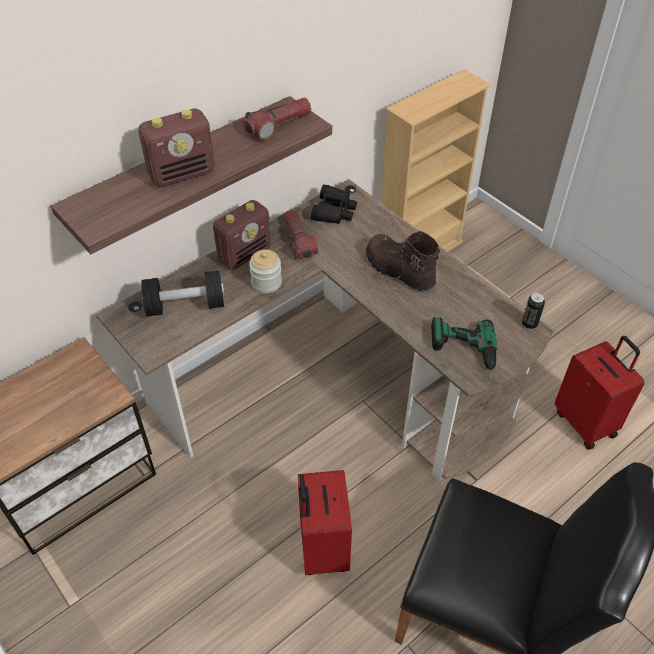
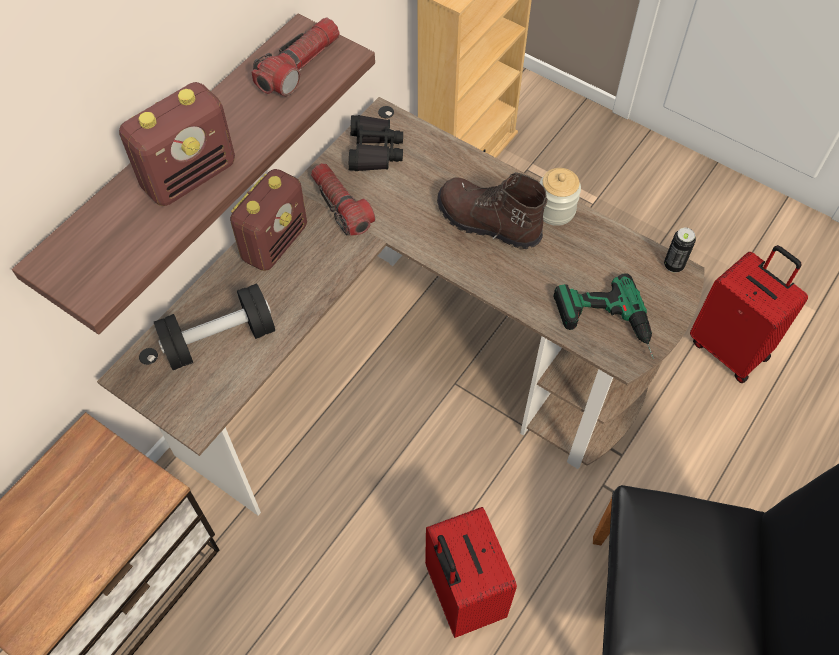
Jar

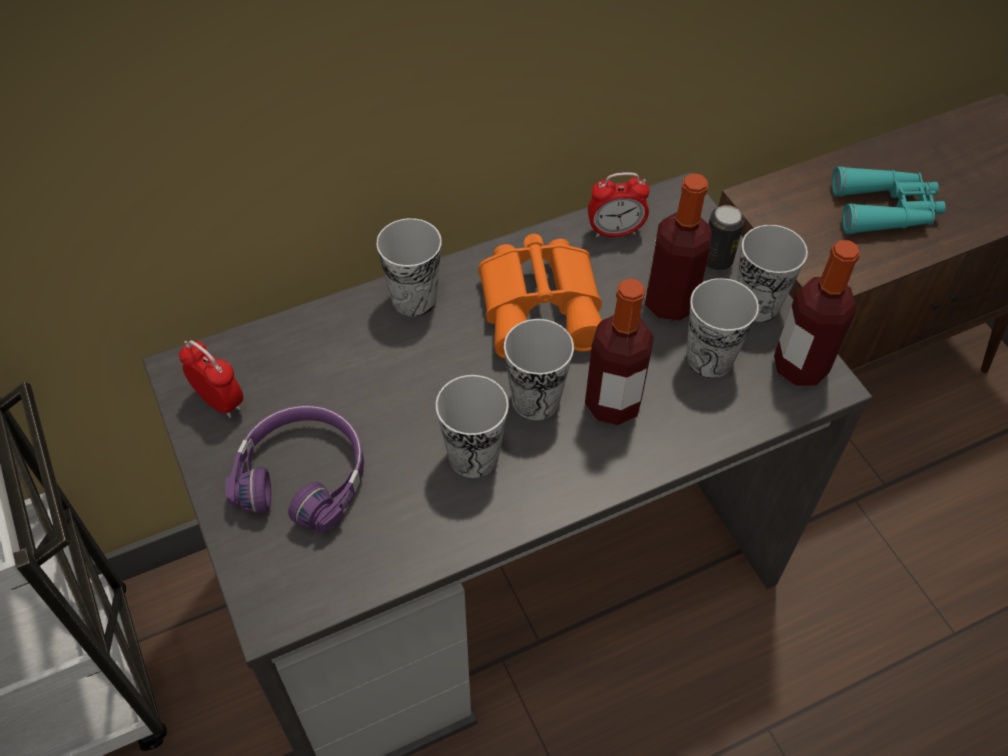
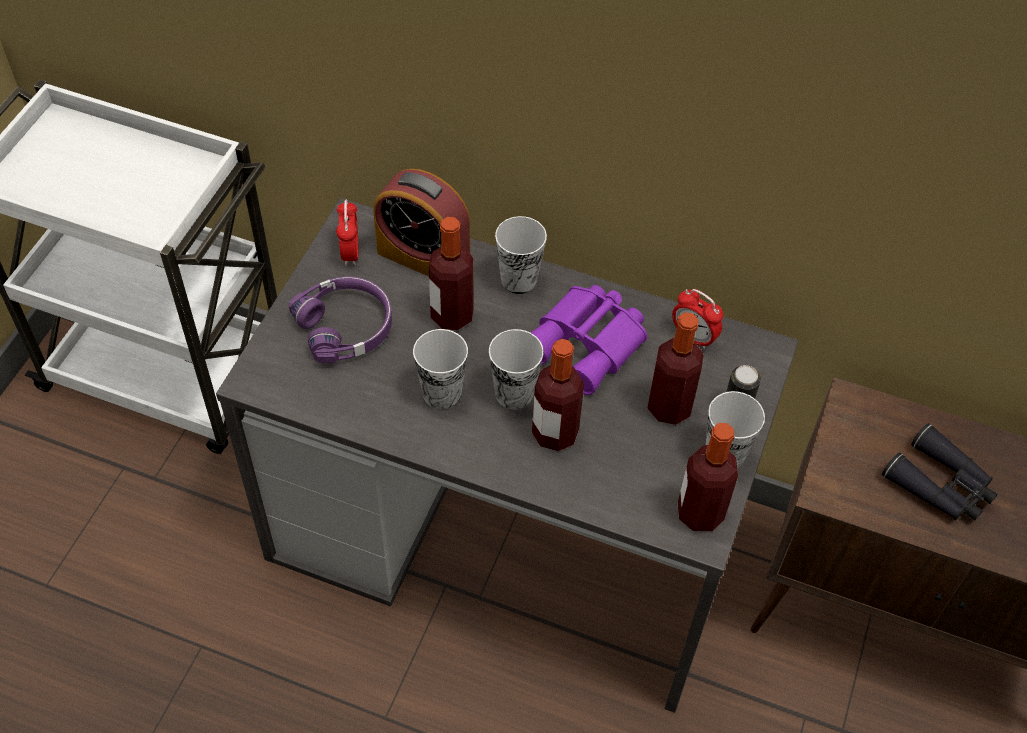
BlackBinoculars
PurpleBinoculars
Cup (4th from left in the first image)
AlarmClock (2nd from left)
Bottle (1st from left)

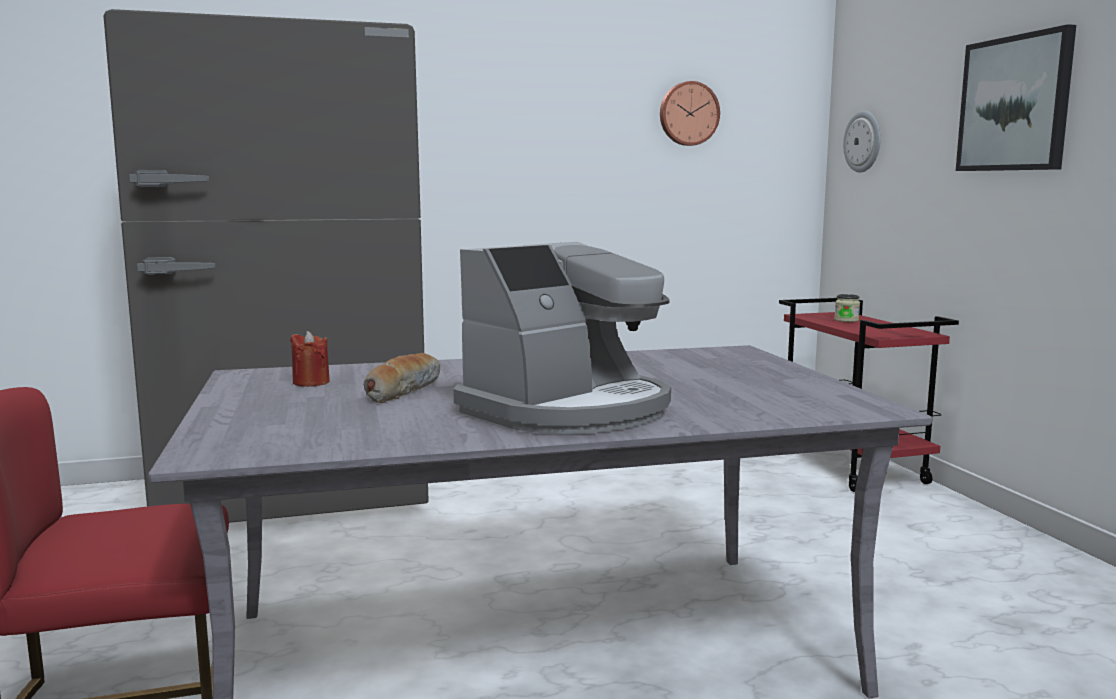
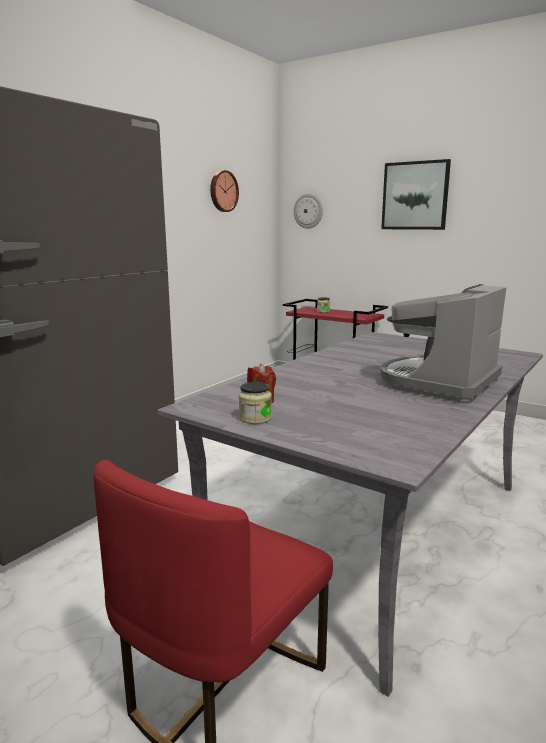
CoffeeMachine
Bread
Jar (1st from left)

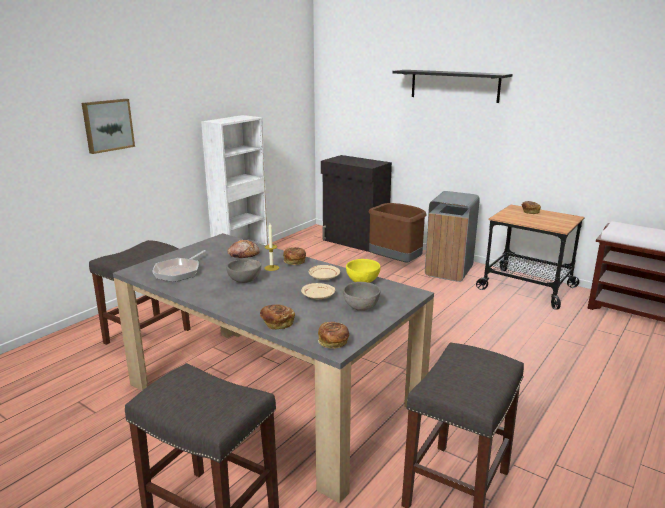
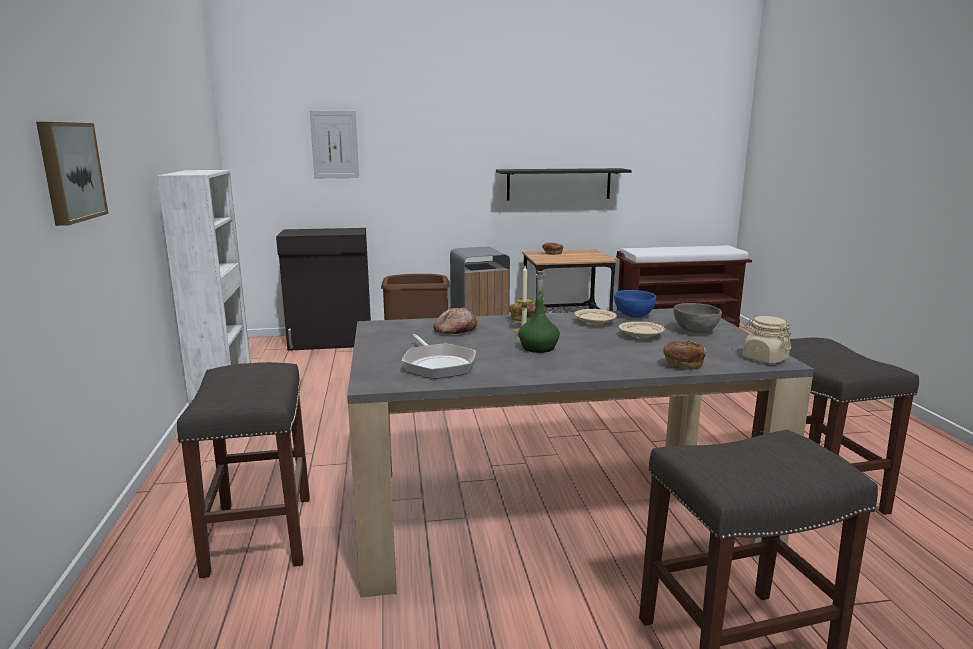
BlackShelf
GreenBottle
BlueBowl
BeigeJar
Picture (2nd from left)

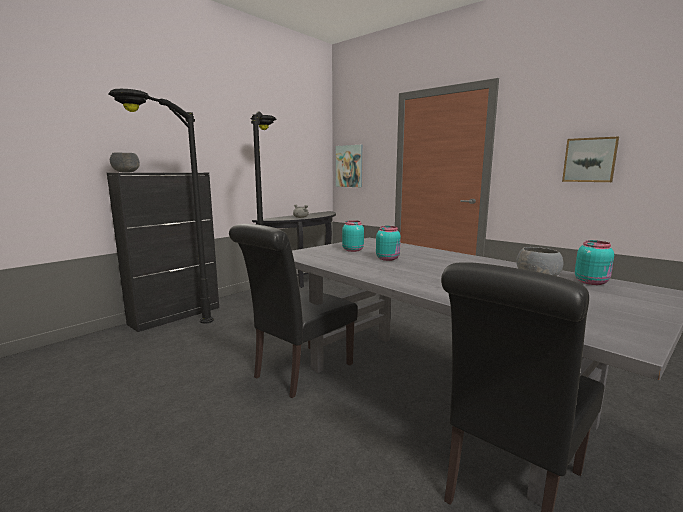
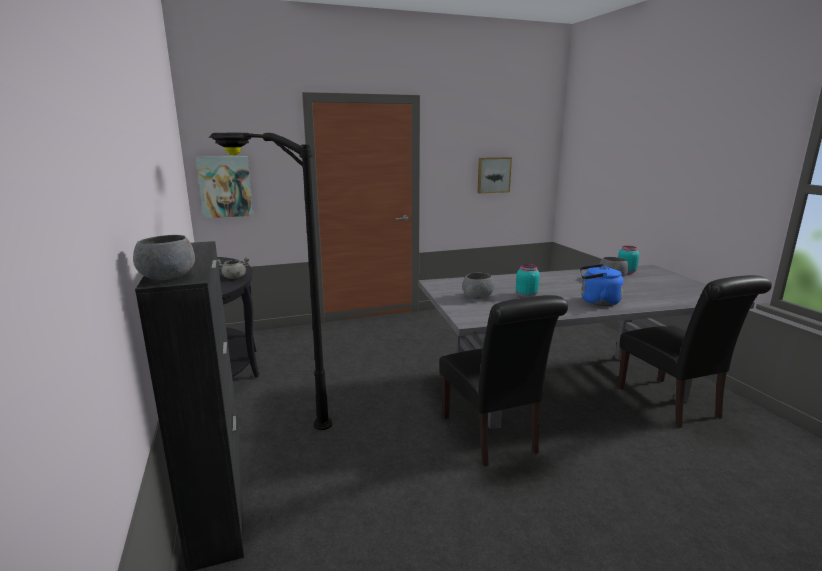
BlackFloorLamp (1st from left in the first image)
GreyBowl (2nd from left)
BlueKettle

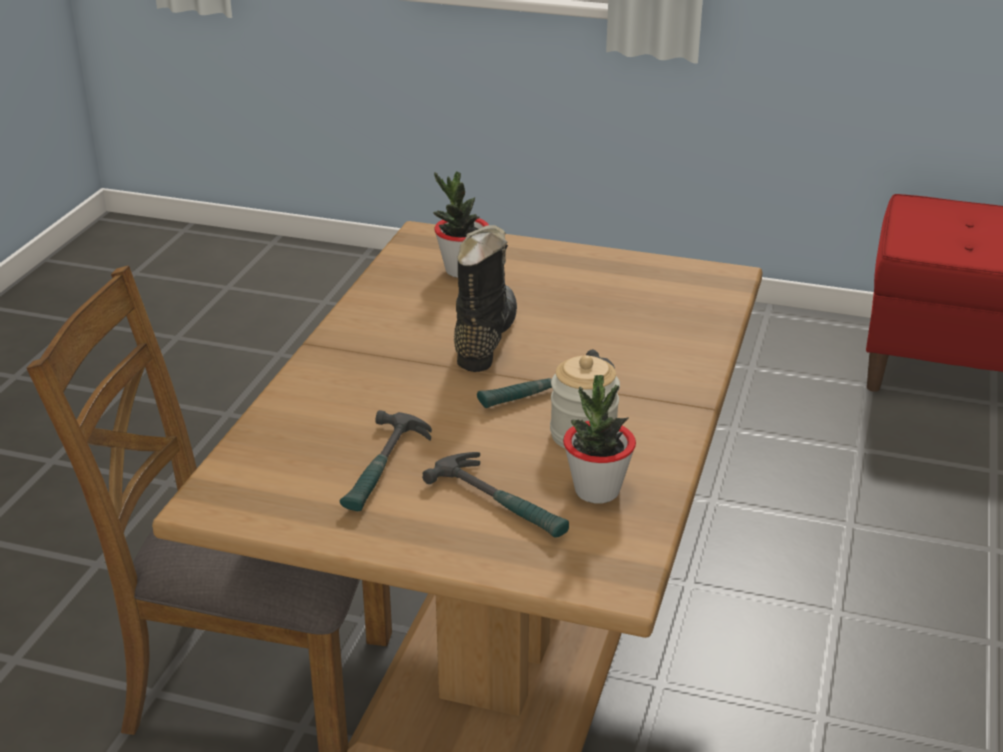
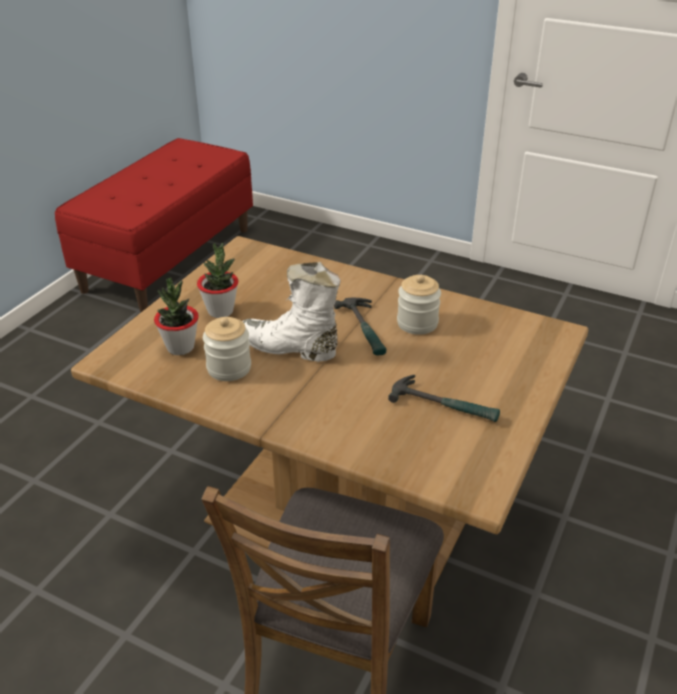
WhiteBoot
PottedPlant (2nd from left)
Hammer (2nd from left in the first image)
Jar (1st from left)

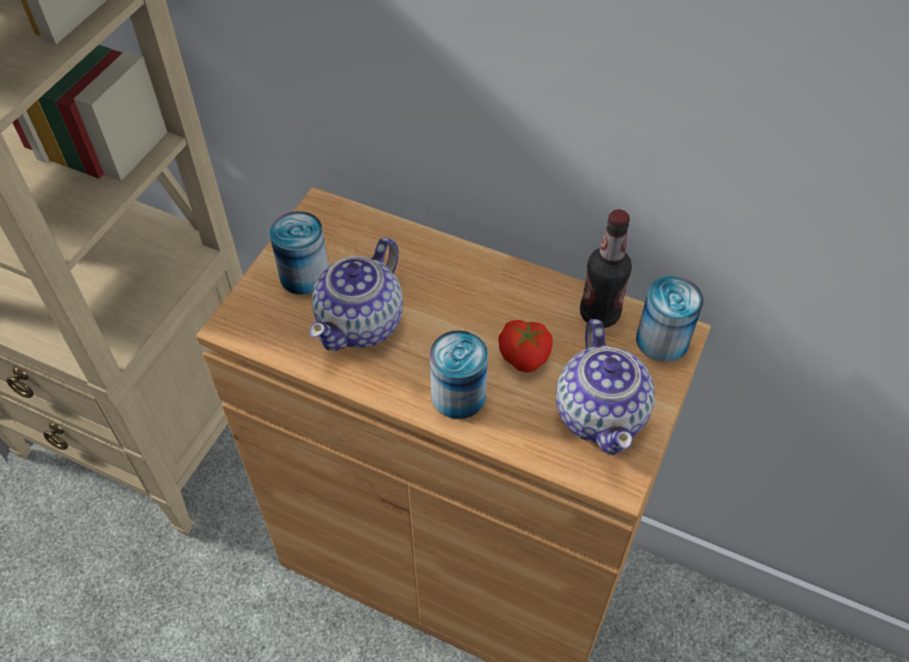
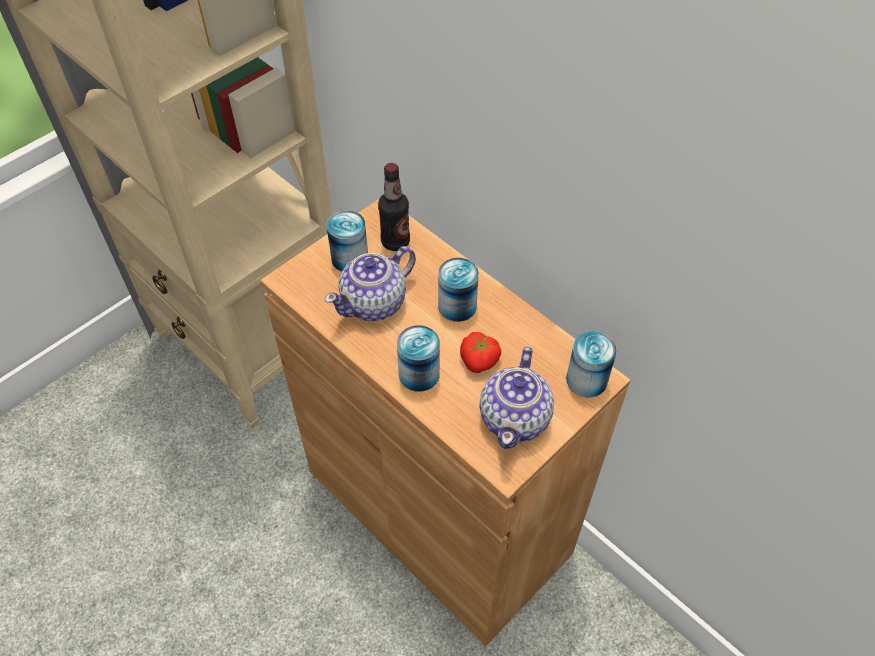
Bottle
Can (3rd from left)

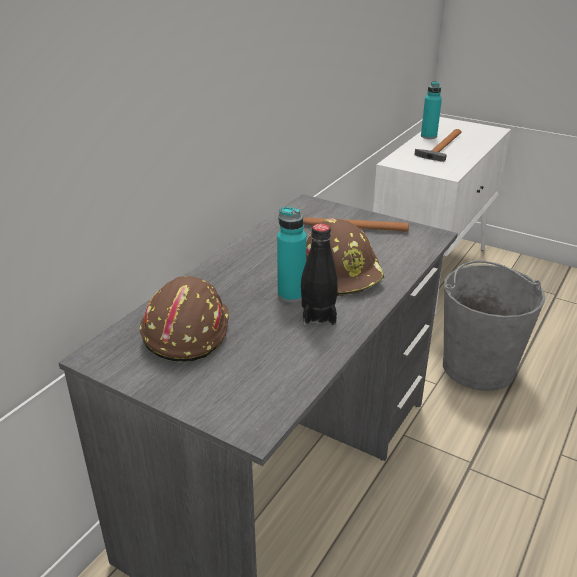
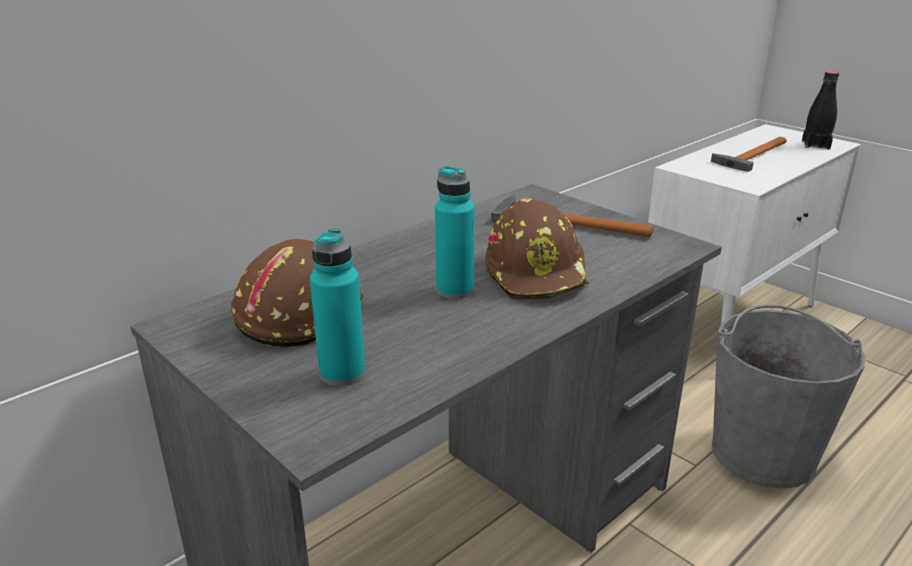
TurquoiseBottle (1st from left)
BlackBottle

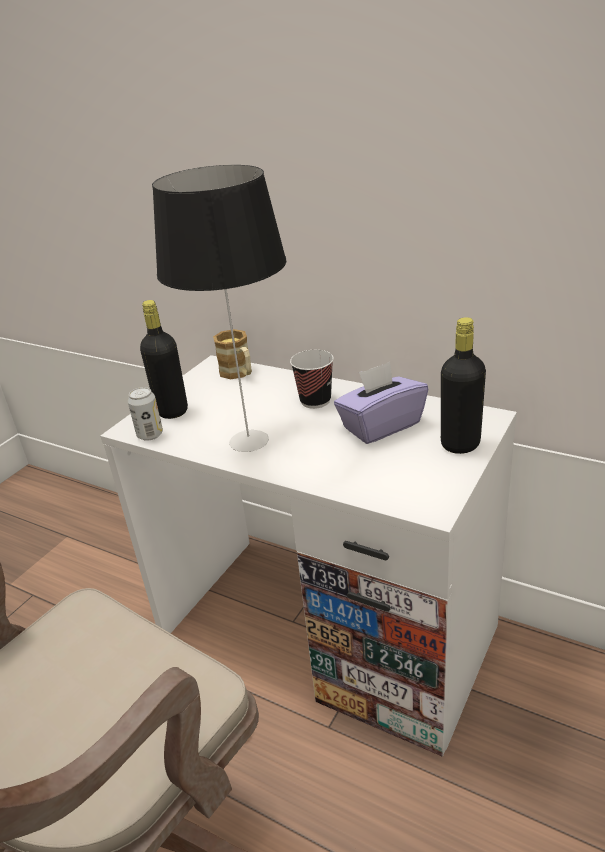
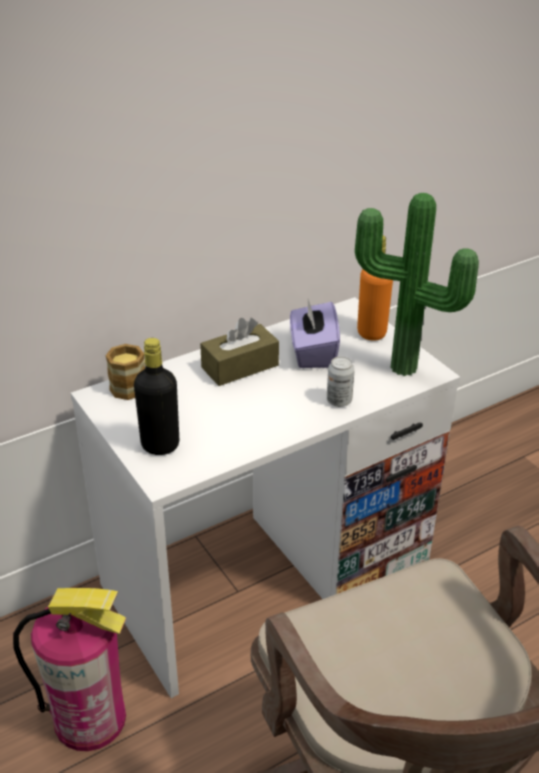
TableLamp
OrangeBottle
BrownTissueBox
Can
PottedPlant
FireExtinguisher

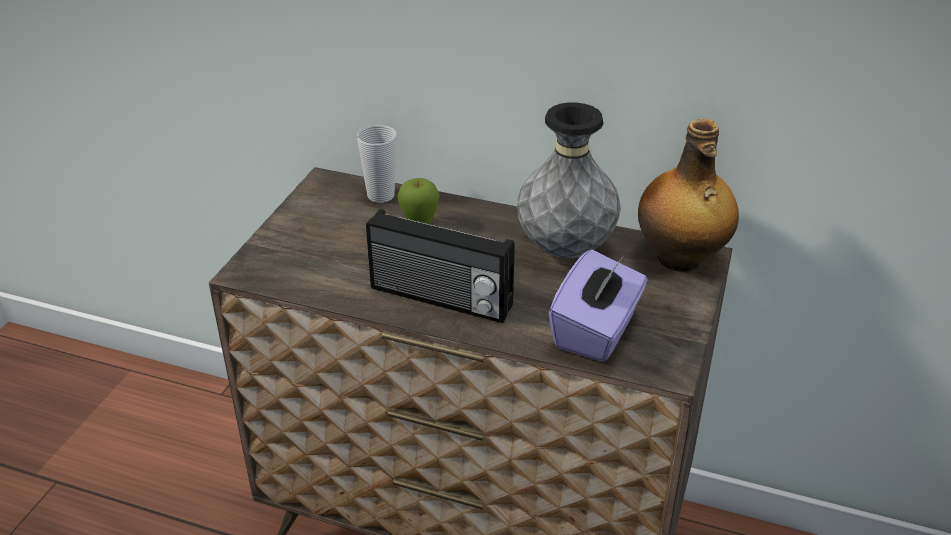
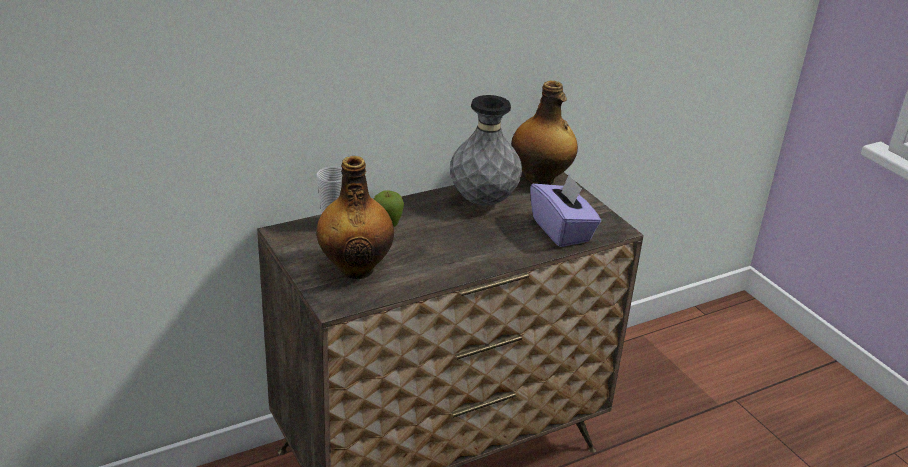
Radio
Bottle (1st from left)

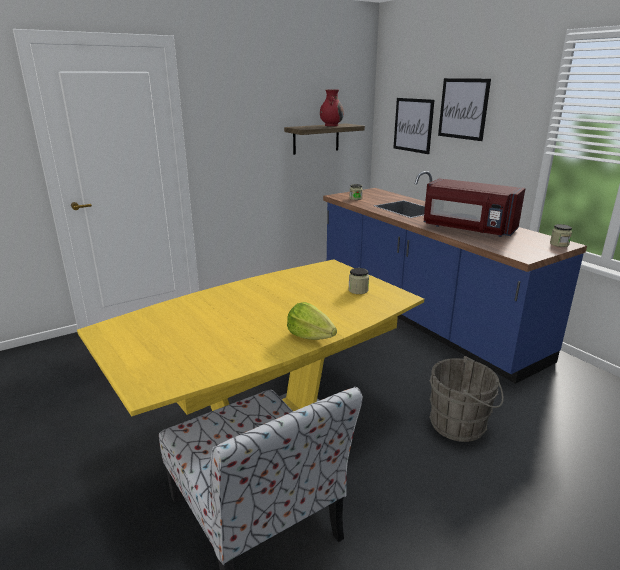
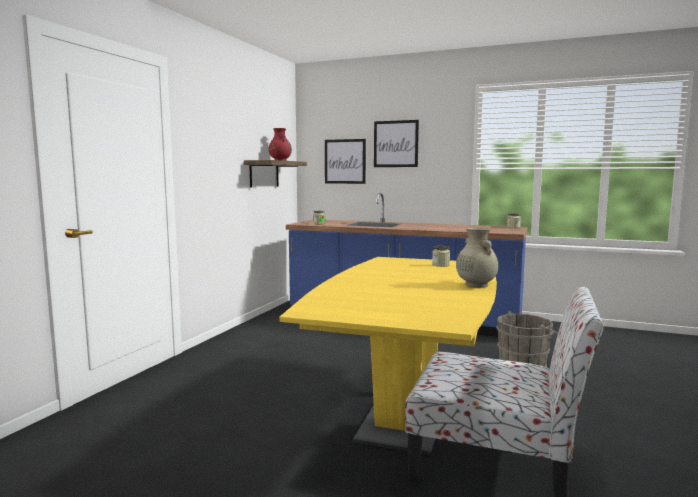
RedMicrowave
BeigeVase

